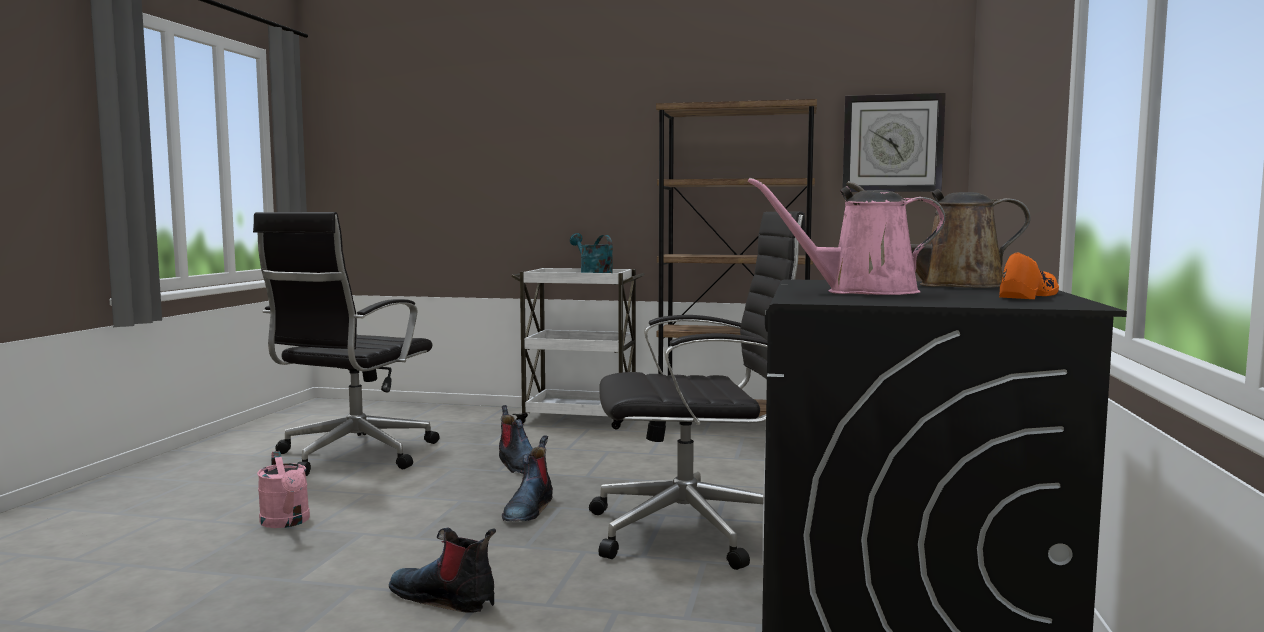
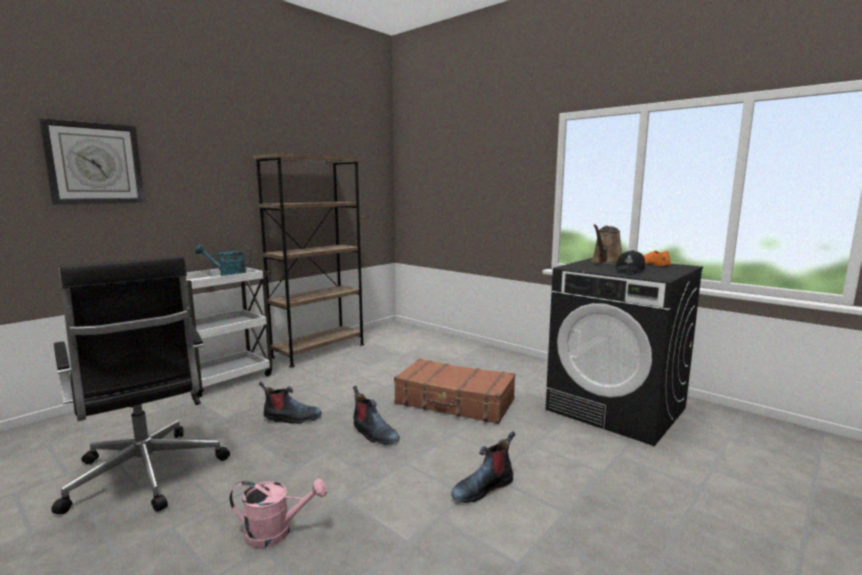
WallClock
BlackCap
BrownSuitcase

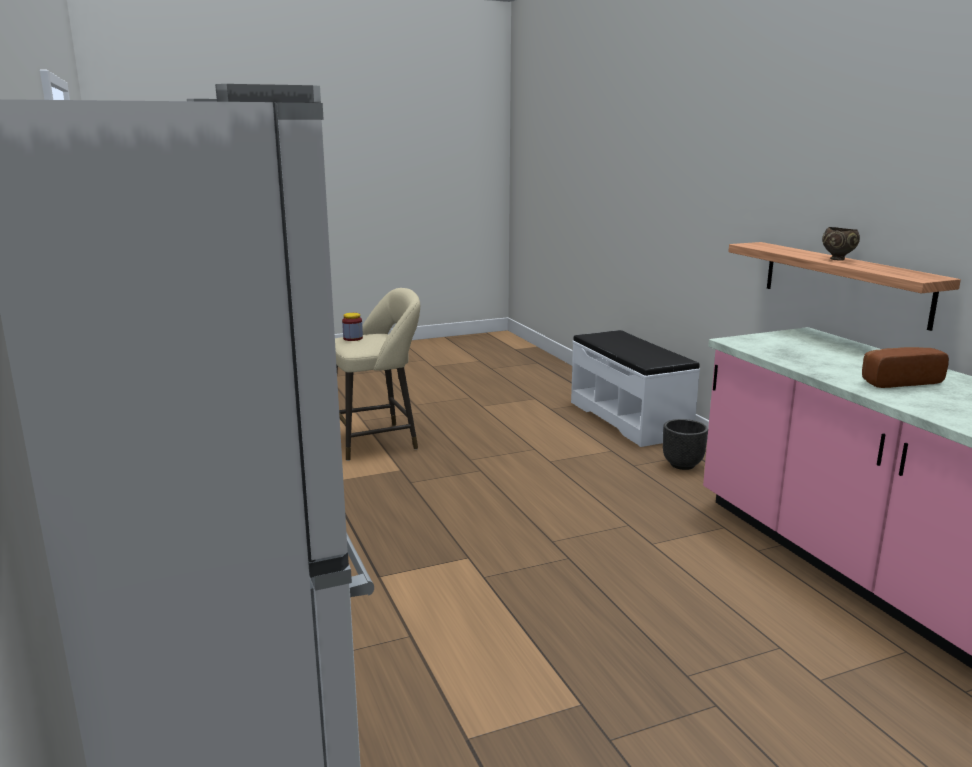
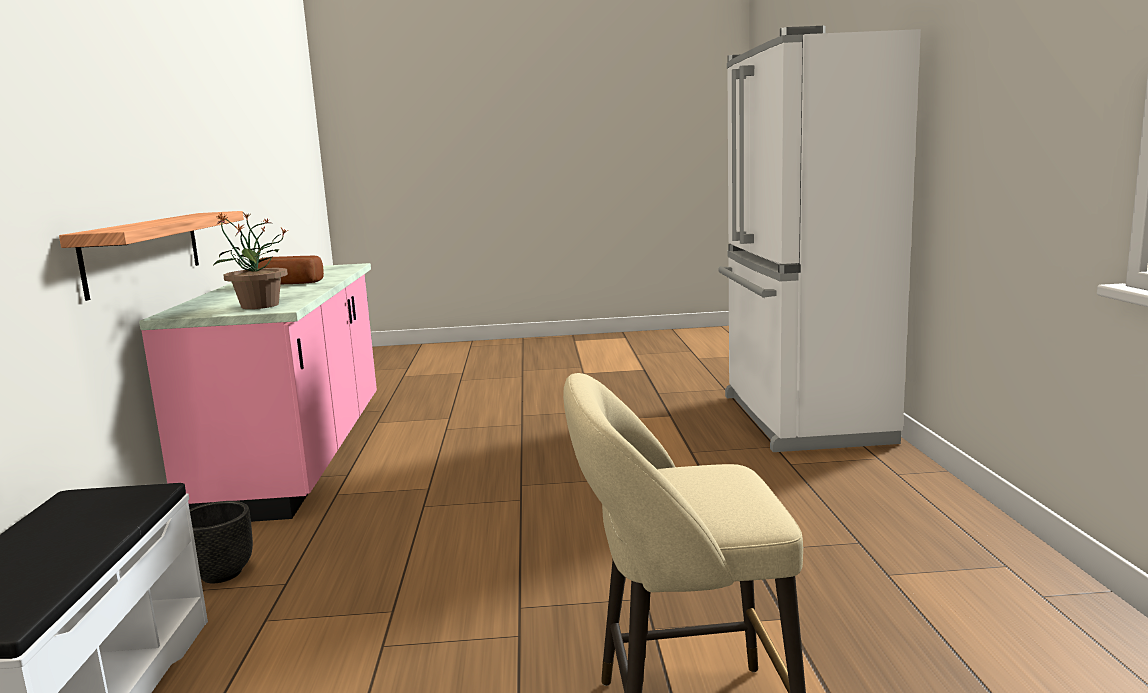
BrownBowl
Jar
PottedPlant

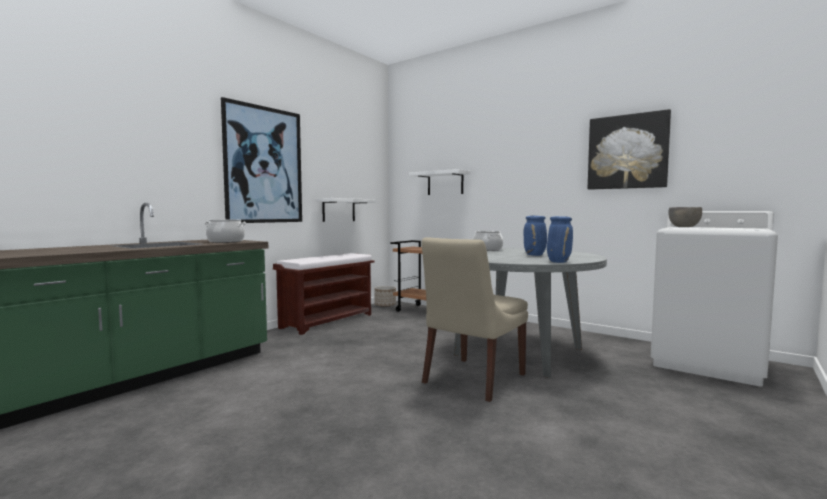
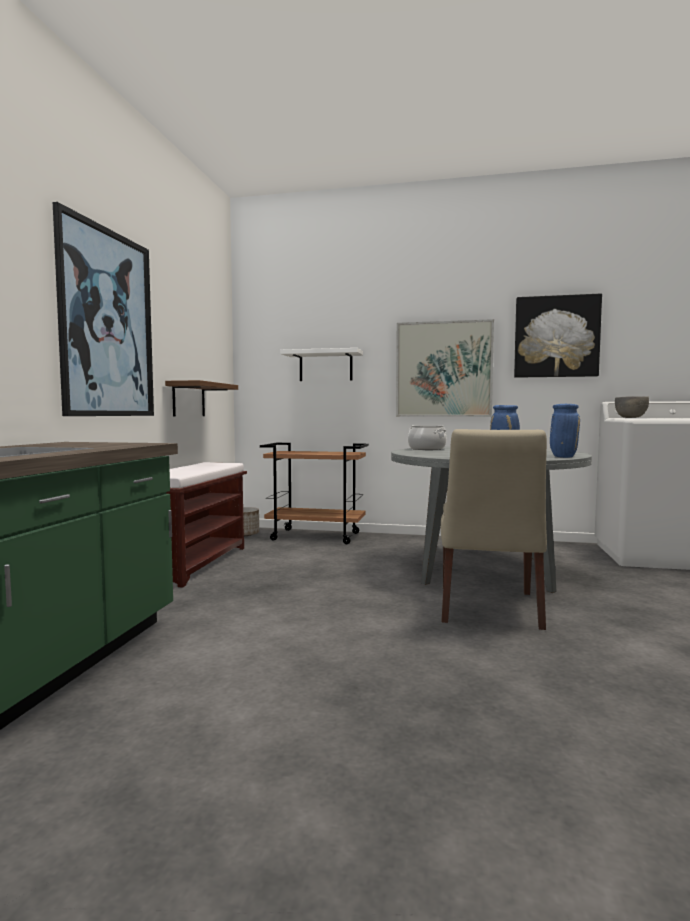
BrownShelf
CookingPot (1st from left in the first image)
Picture (2nd from left)

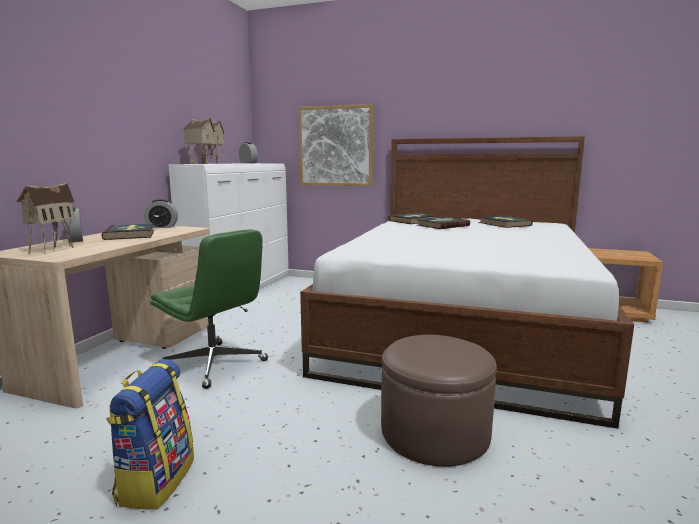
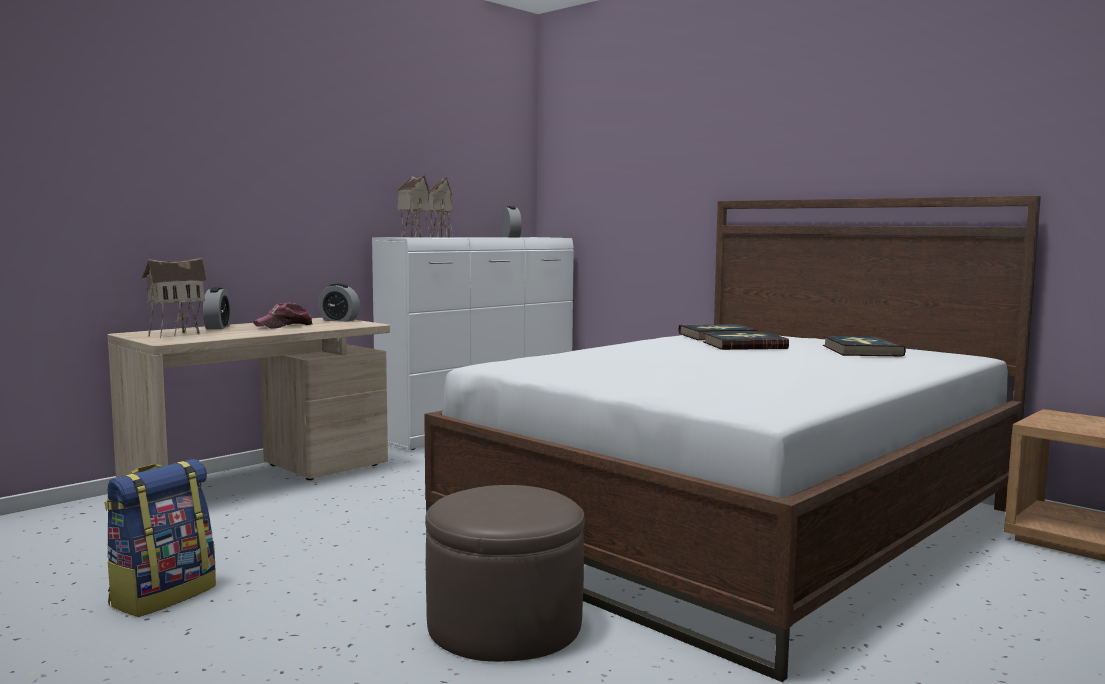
Picture
Cap
GreenOfficeChair

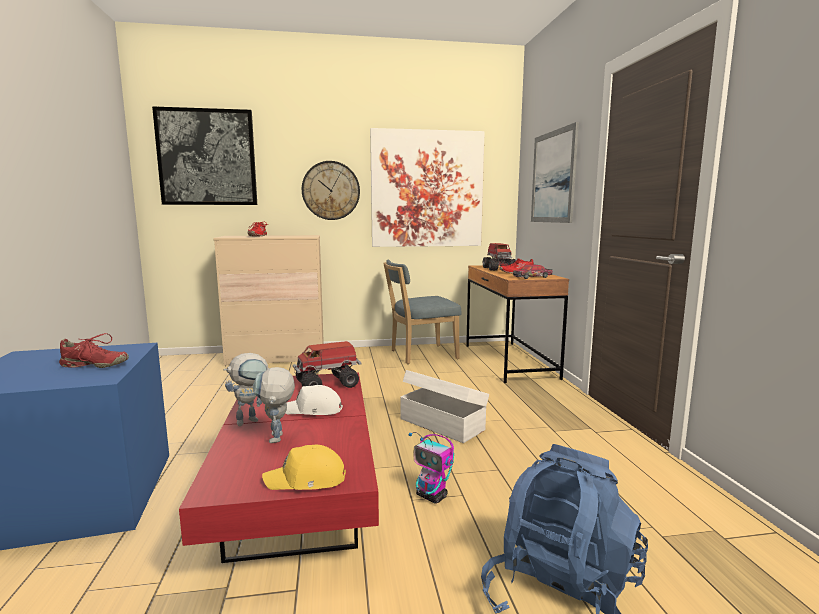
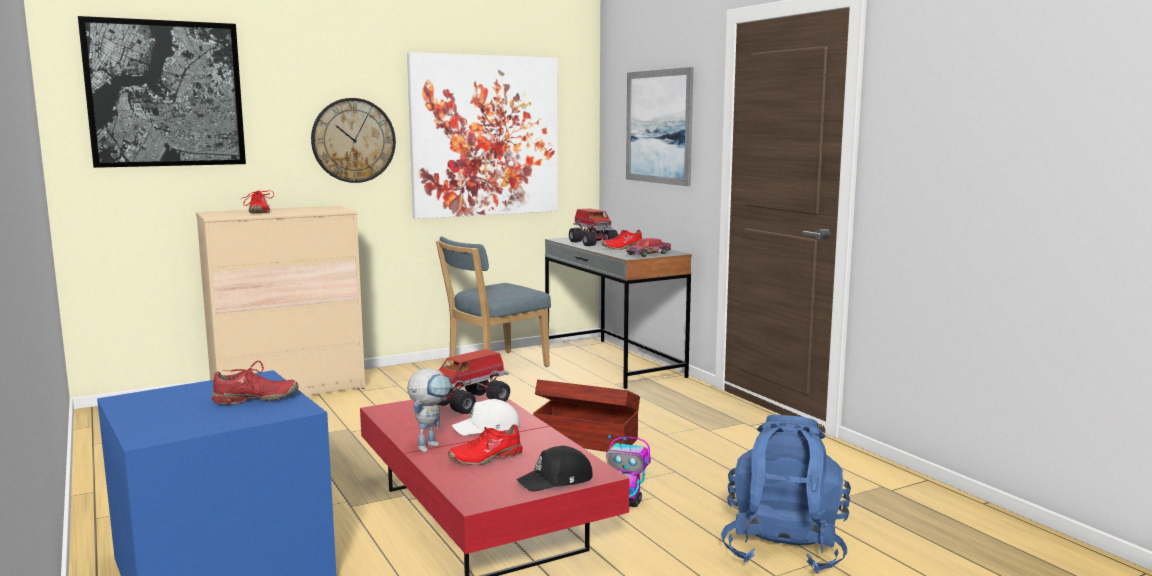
GreyDesk
RedShoe (3rd from left)
BrownStorageBox
BlackCap

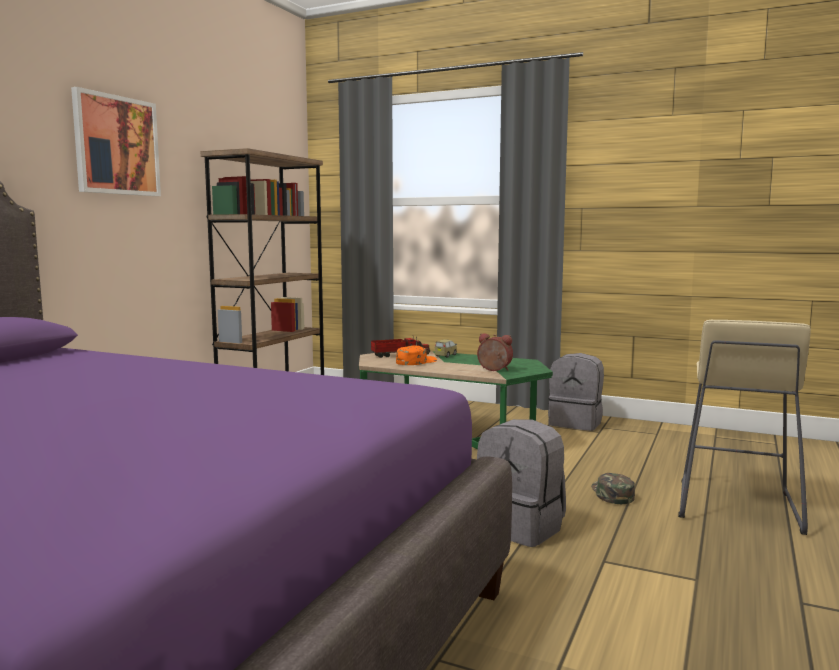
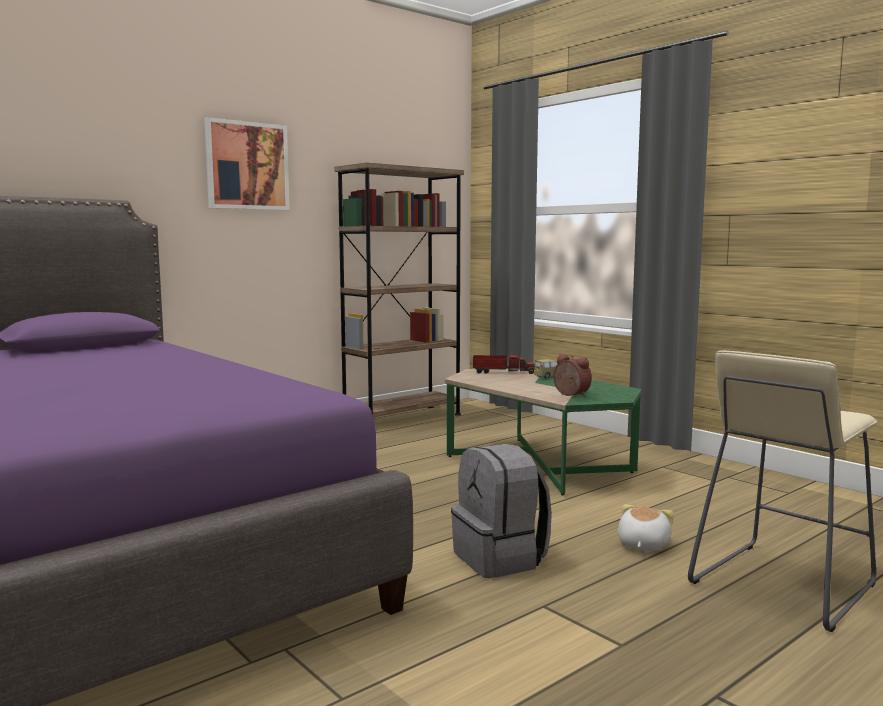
OrangeCap
GreyBackpack (2nd from left in the first image)
PlushToy

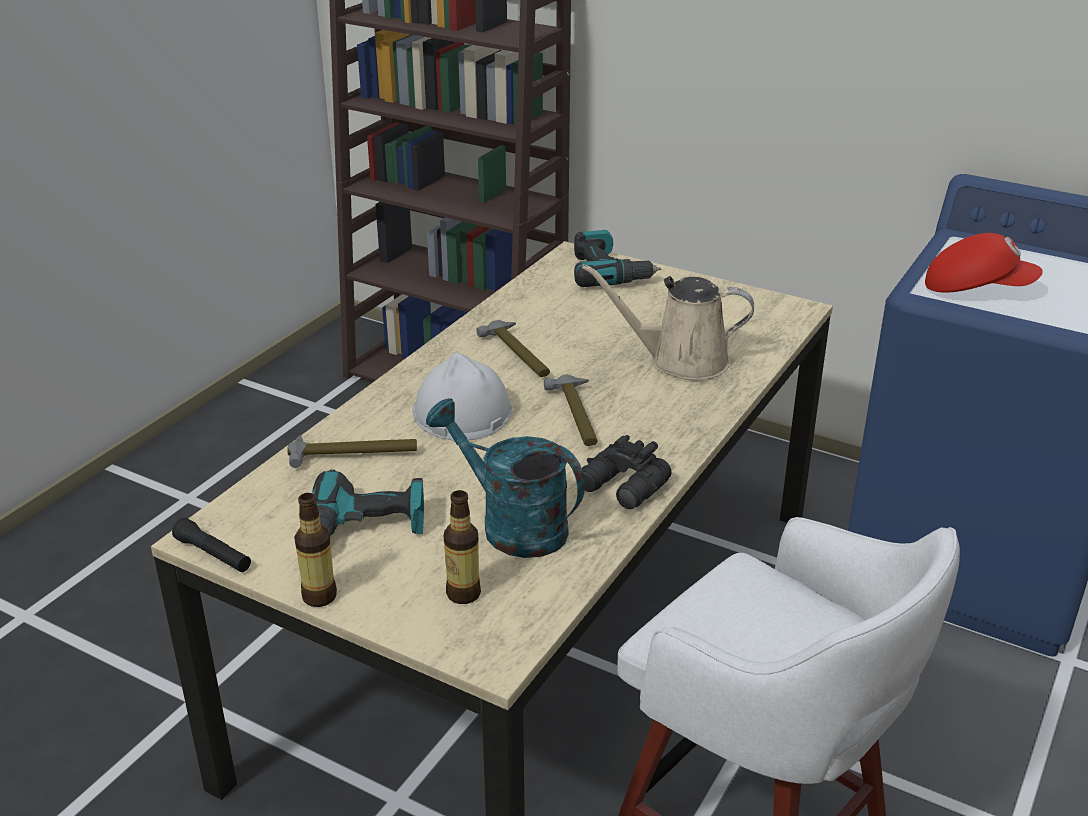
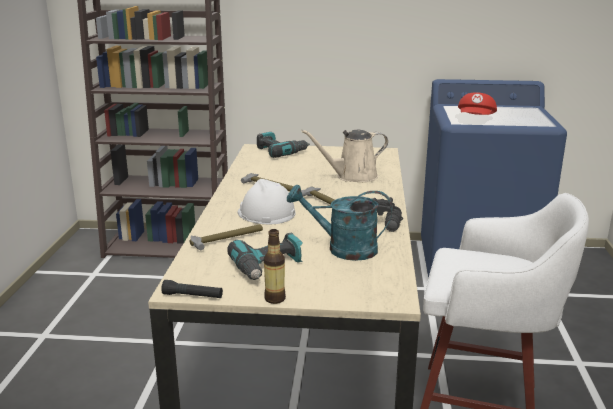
RedCap
Bottle (2nd from left in the first image)

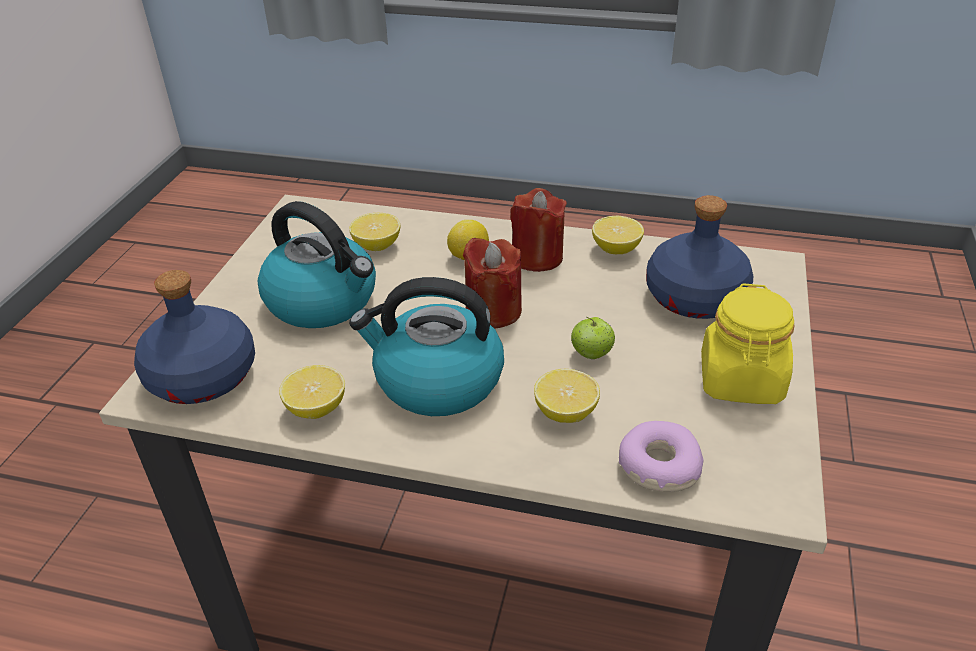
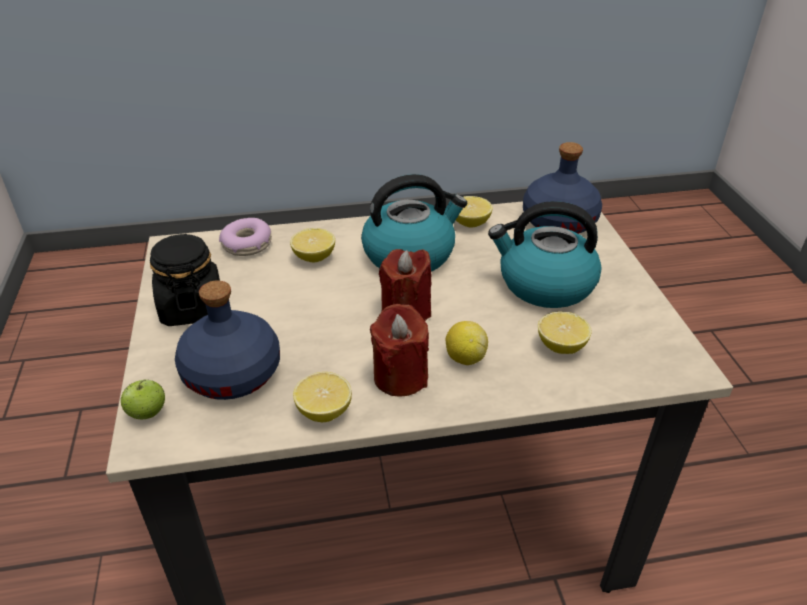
BlackJar
Apple

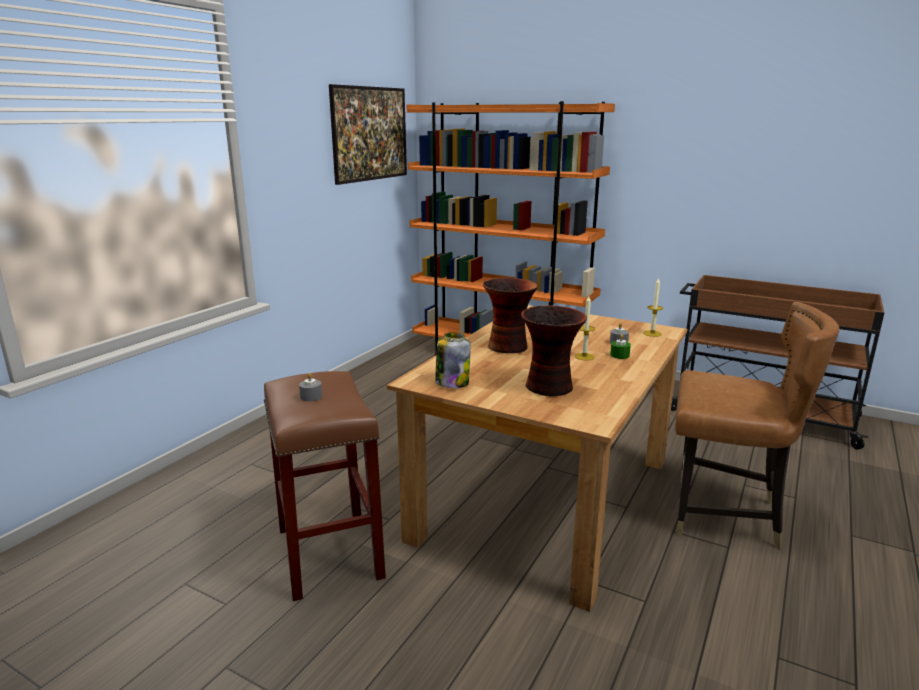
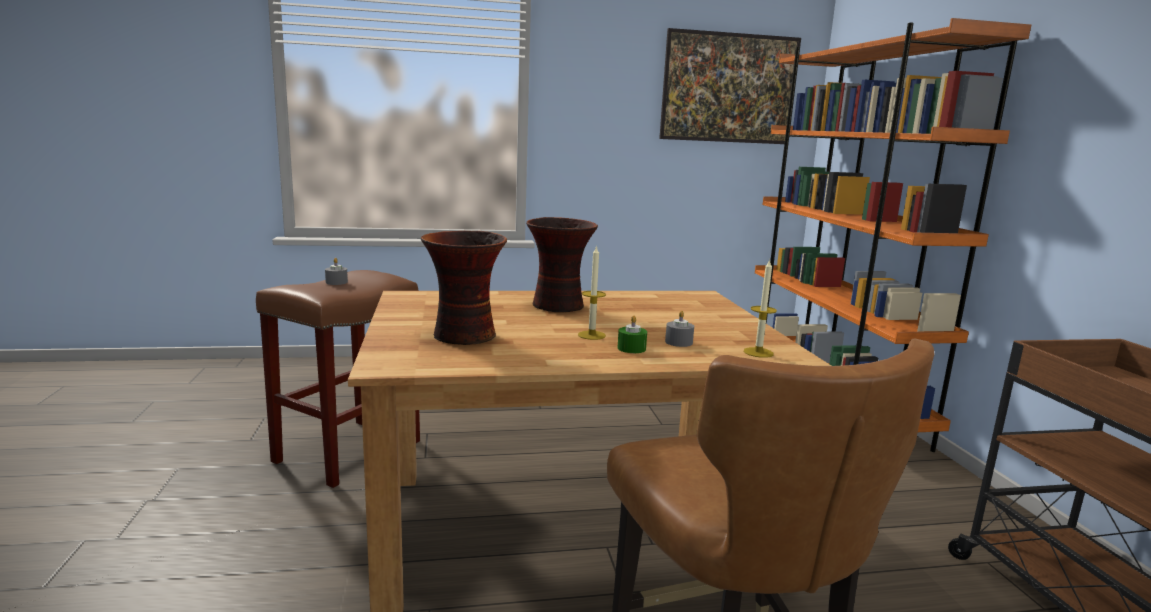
Jar

